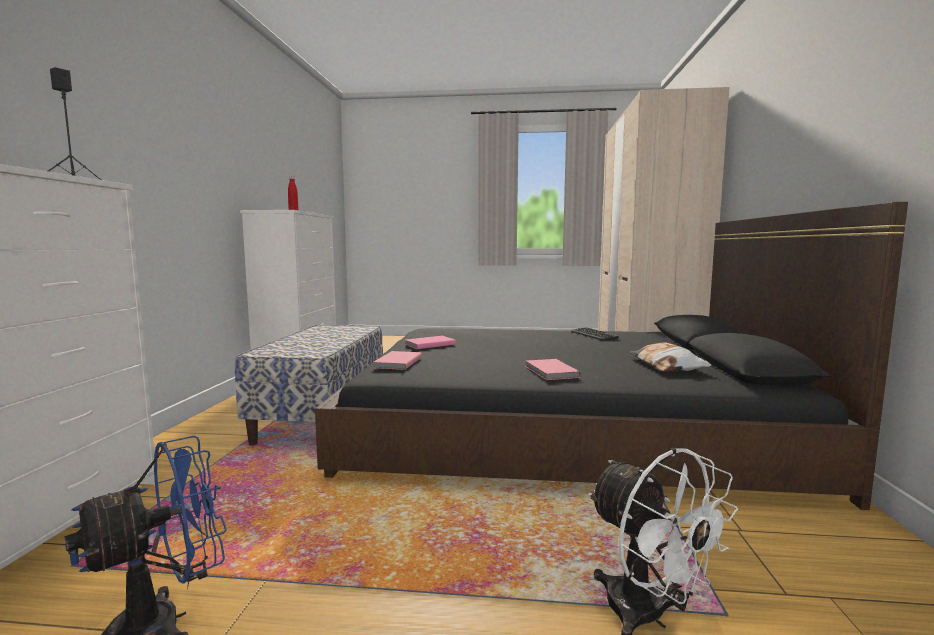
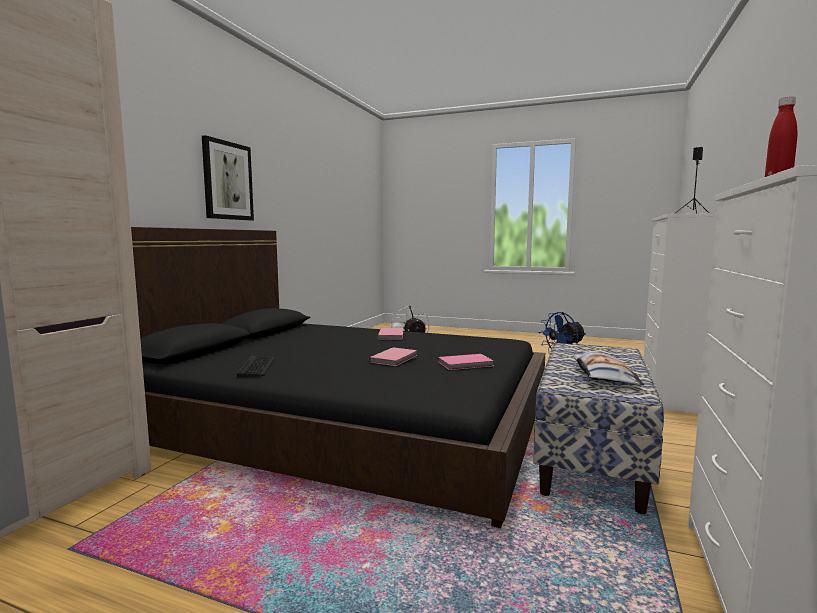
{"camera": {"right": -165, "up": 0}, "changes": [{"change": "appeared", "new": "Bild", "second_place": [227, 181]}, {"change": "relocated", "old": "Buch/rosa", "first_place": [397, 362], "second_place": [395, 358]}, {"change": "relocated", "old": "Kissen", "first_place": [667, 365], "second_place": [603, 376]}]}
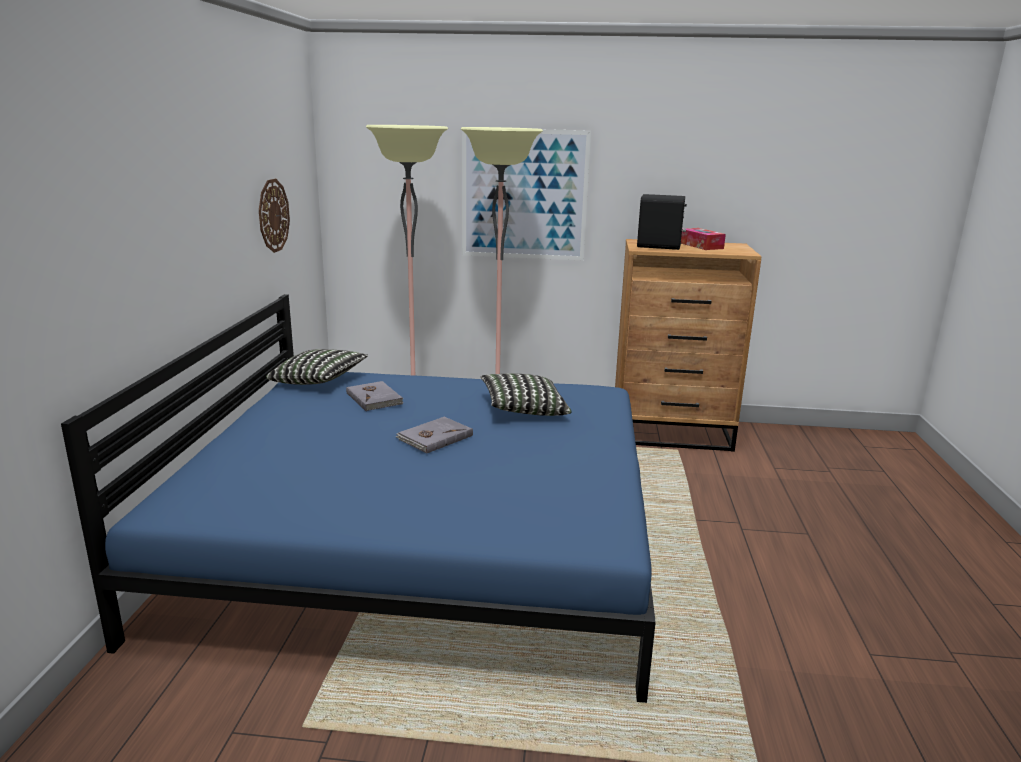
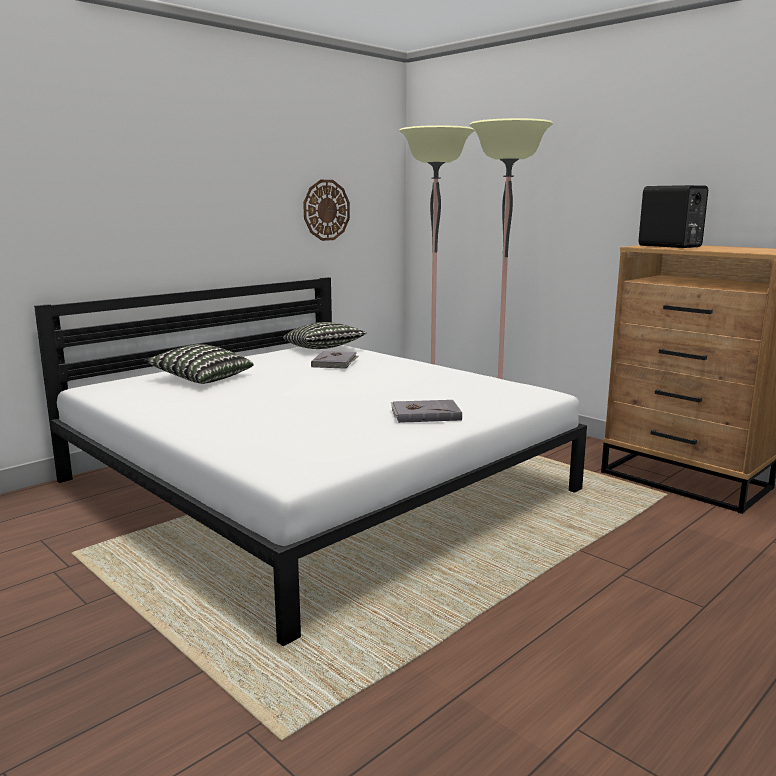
{"camera": {"right": 40, "up": -5}, "changes": [{"change": "missing", "old": "Bild", "first_place": [524, 195]}, {"change": "missing", "old": "Taschentuchbox", "first_place": [701, 246]}, {"change": "relocated", "old": "Buch/grau", "first_place": [434, 437], "second_place": [425, 414]}, {"change": "relocated", "old": "Kissen", "first_place": [523, 410], "second_place": [201, 378]}, {"change": "colour", "old": "Bett/blau", "new": "Bett/weiß", "first_place": [422, 537], "second_place": [315, 485]}]}
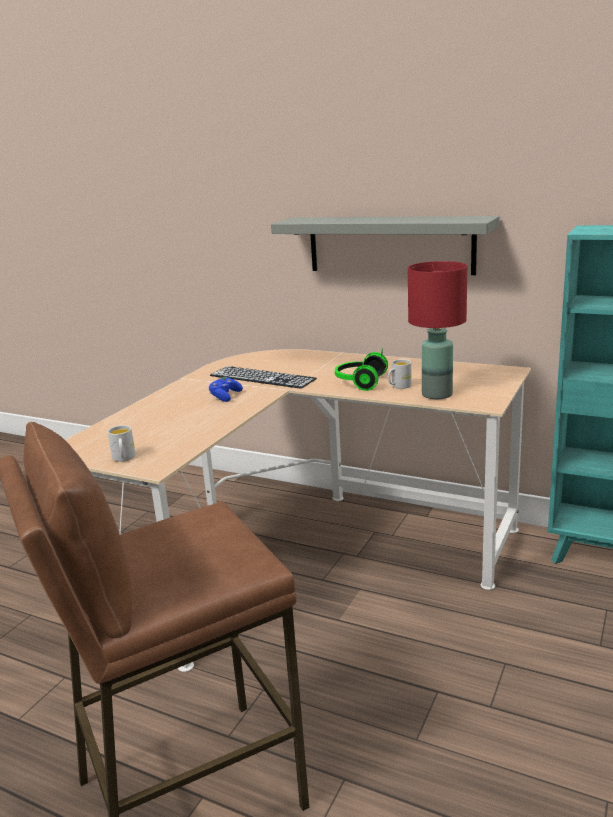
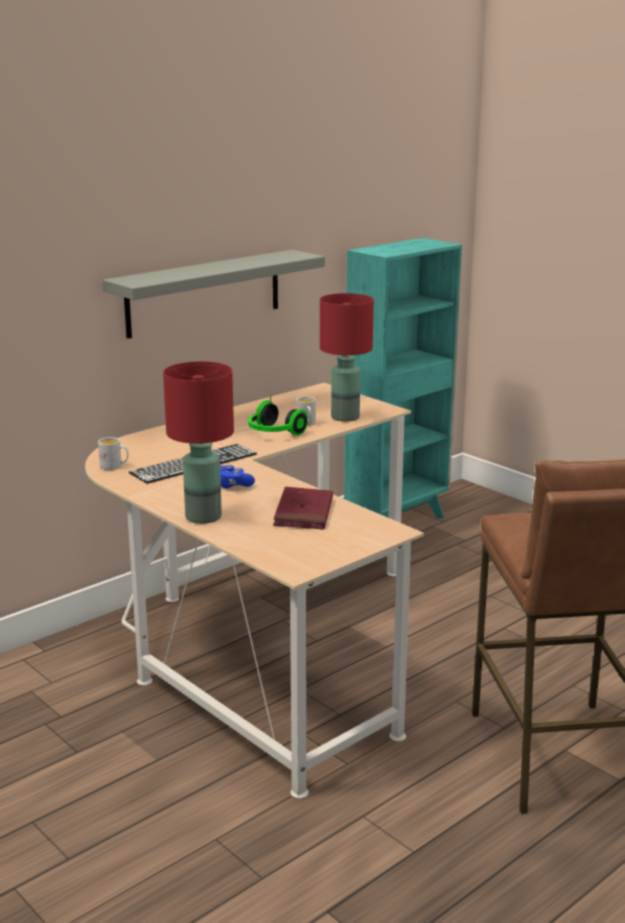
{"camera": {"right": -70, "up": 0}, "changes": [{"change": "appeared", "new": "Tischlampe/rot", "second_place": [204, 517]}, {"change": "appeared", "new": "Buch/rot", "second_place": [304, 512]}, {"change": "relocated", "old": "Henkelbecher/weiß", "first_place": [124, 458], "second_place": [114, 466]}]}
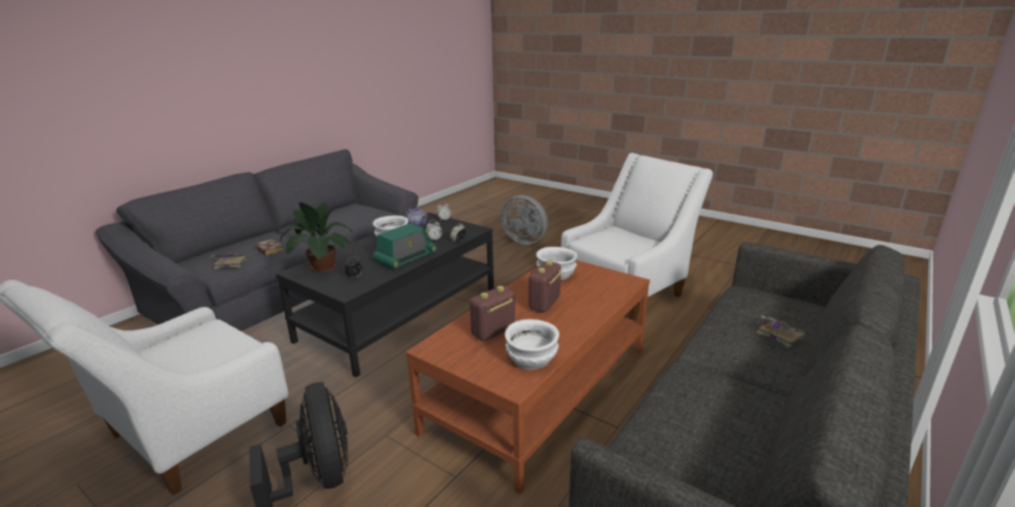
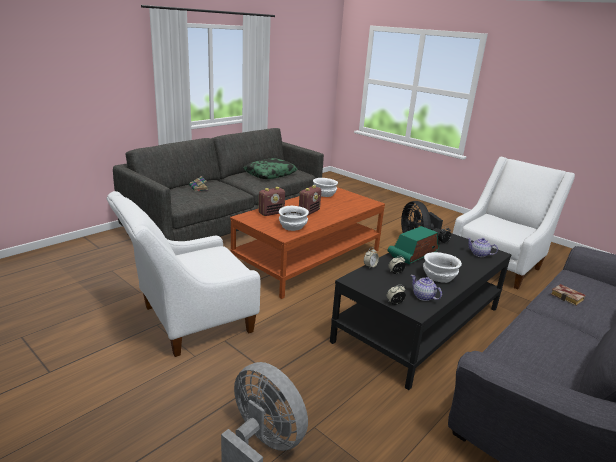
{"camera": {"right": -175, "up": 0}, "changes": [{"change": "missing", "old": "Buch", "first_place": [230, 264]}, {"change": "appeared", "new": "Kissen", "second_place": [270, 174]}, {"change": "relocated", "old": "Radio", "first_place": [493, 332], "second_place": [271, 213]}, {"change": "exchanged", "old": "Topfpflanze", "new": "Teekanne", "first_place": [321, 267], "second_place": [479, 254]}]}
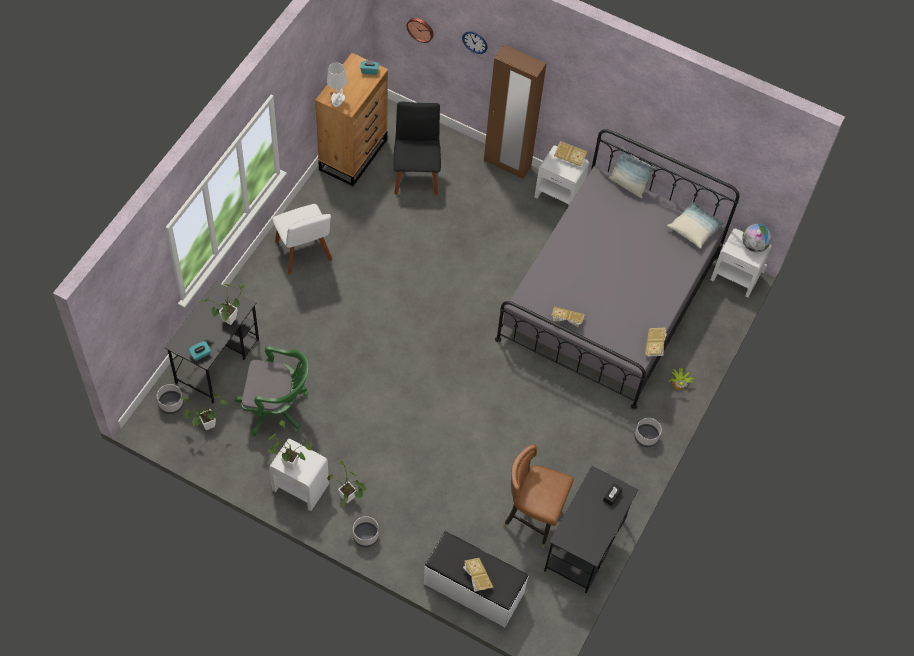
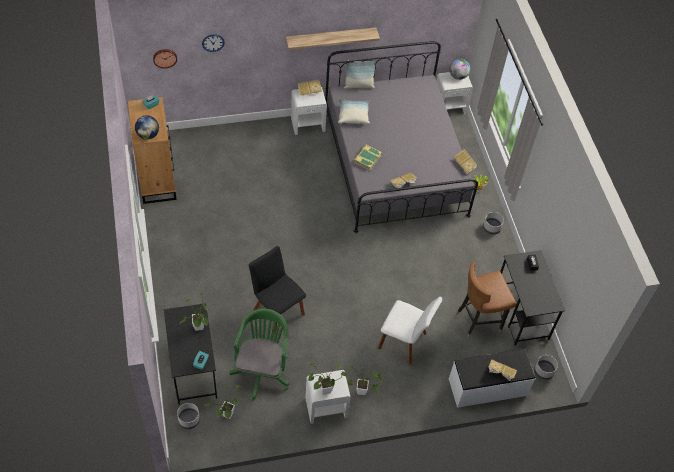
{"camera": {"right": -40, "up": -5}, "changes": [{"change": "missing", "old": "Kleiderschrank/braun", "first_place": [507, 164]}, {"change": "appeared", "new": "Wandregal", "second_place": [330, 38]}, {"change": "appeared", "new": "Buch", "second_place": [367, 159]}, {"change": "relocated", "old": "Stuhl/weiß", "first_place": [304, 253], "second_place": [404, 342]}, {"change": "relocated", "old": "Pflanzkübel/grau", "first_place": [365, 536], "second_place": [543, 371]}, {"change": "relocated", "old": "Stuhl/schwarz", "first_place": [416, 175], "second_place": [277, 310]}, {"change": "relocated", "old": "Kissen", "first_place": [694, 228], "second_place": [353, 115]}, {"change": "exchanged", "old": "Tischlampe/weiß", "new": "Globus", "first_place": [337, 100], "second_place": [148, 135]}, {"change": "spun", "old": "Bürostuhl/grün", "first_place": [276, 408], "second_place": [262, 370], "degrees": -45}]}
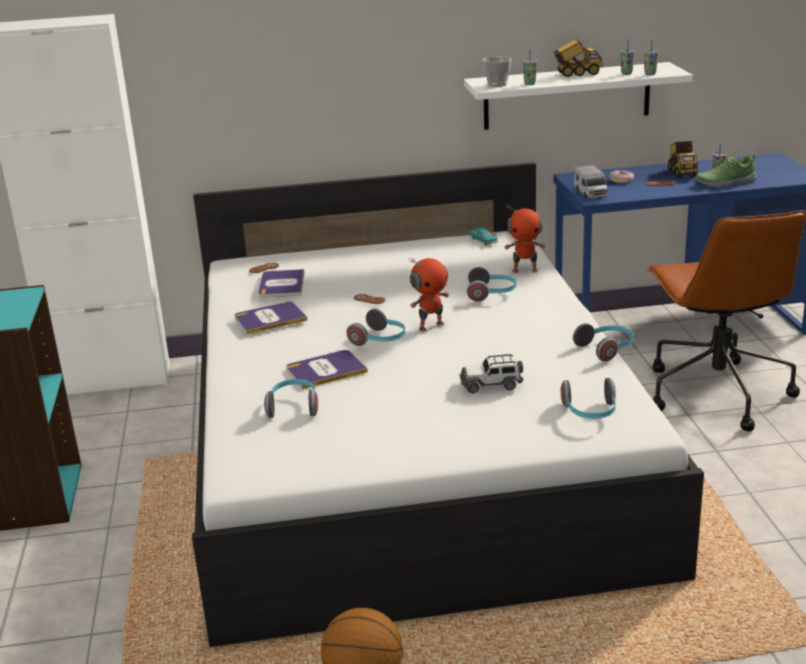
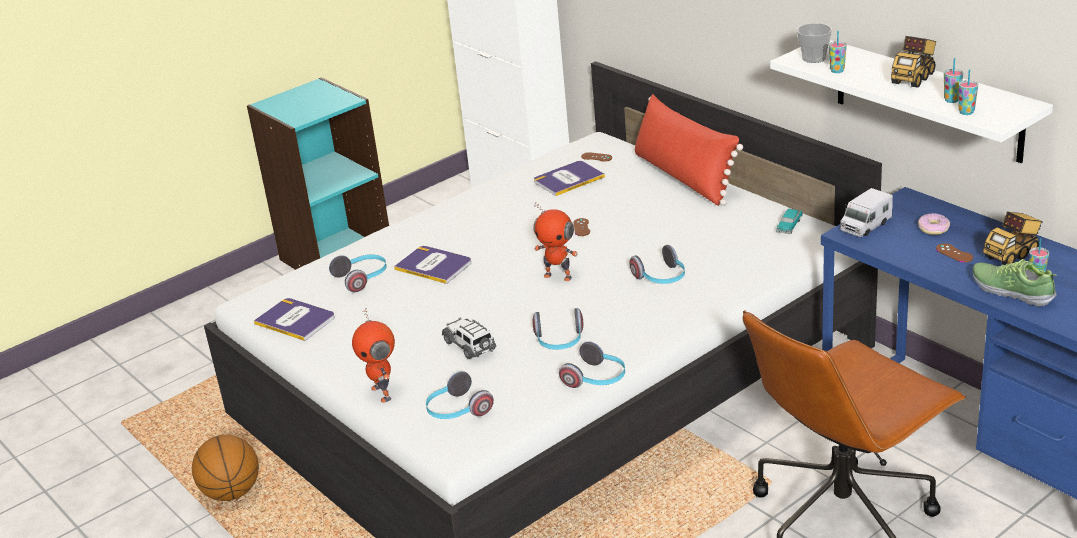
{"camera": {"right": 60, "up": 5}, "changes": [{"change": "appeared", "new": "Kissen/rot", "second_place": [684, 177]}, {"change": "relocated", "old": "Buch", "first_place": [270, 319], "second_place": [295, 320]}, {"change": "relocated", "old": "Kopfhörer", "first_place": [380, 340], "second_place": [559, 342]}, {"change": "relocated", "old": "Spielzeugroboter", "first_place": [525, 270], "second_place": [383, 393]}, {"change": "spun", "old": "Spielzeuglaster", "first_place": [577, 74], "second_place": [913, 78], "degrees": 75}]}
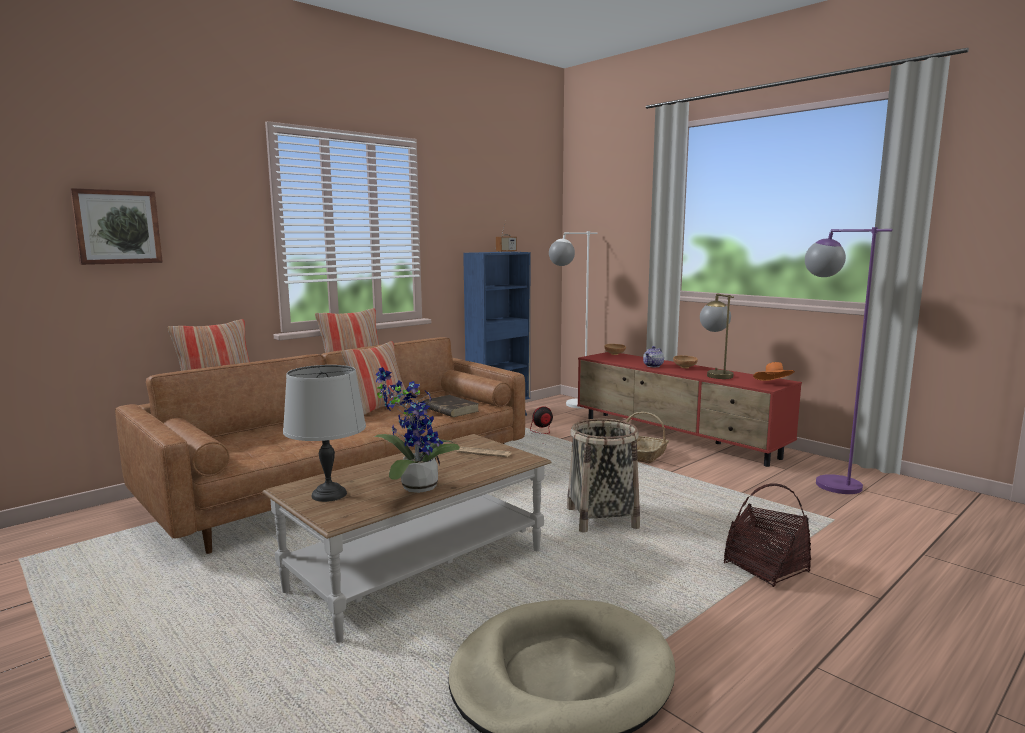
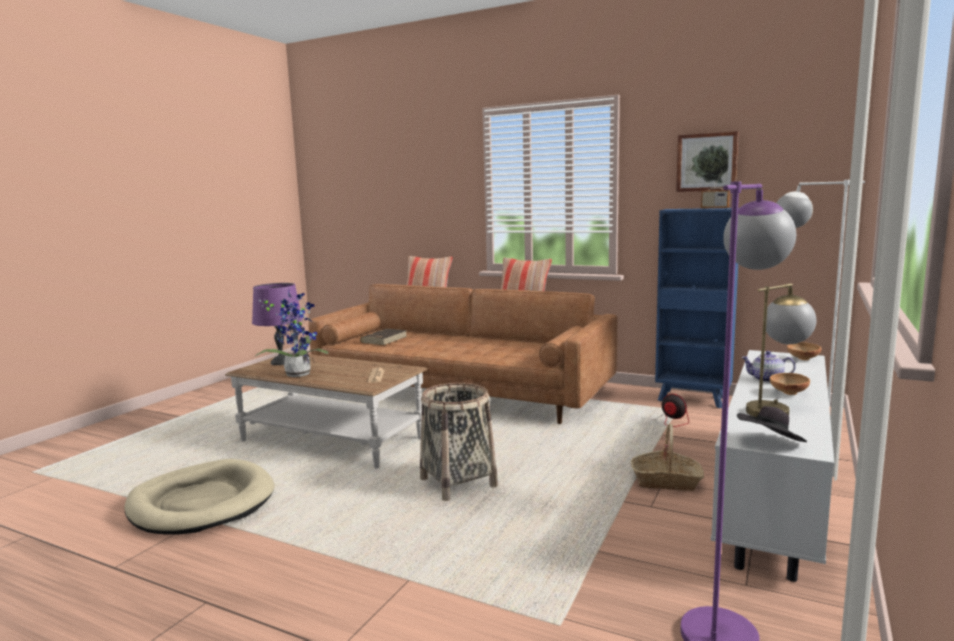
{"camera": {"right": 70, "up": 0}, "changes": [{"change": "missing", "old": "Kissen", "first_place": [379, 407]}, {"change": "missing", "old": "Korb", "first_place": [766, 568]}, {"change": "relocated", "old": "Bild", "first_place": [117, 227], "second_place": [707, 162]}, {"change": "relocated", "old": "Buch/braun", "first_place": [449, 409], "second_place": [384, 339]}, {"change": "colour", "old": "Tischlampe/grau", "new": "Tischlampe/lila", "first_place": [329, 495], "second_place": [281, 362]}, {"change": "colour", "old": "Fernsehschrank/rot", "new": "Fernsehschrank/weiß", "first_place": [676, 437], "second_place": [772, 493]}, {"change": "colour", "old": "Hut/orange", "new": "Hut/schwarz", "first_place": [773, 384], "second_place": [770, 444]}]}
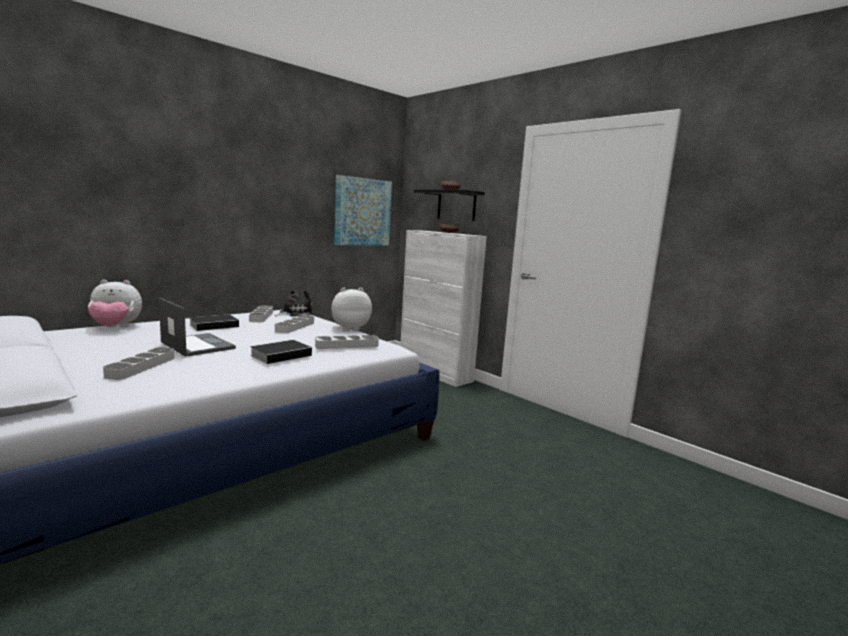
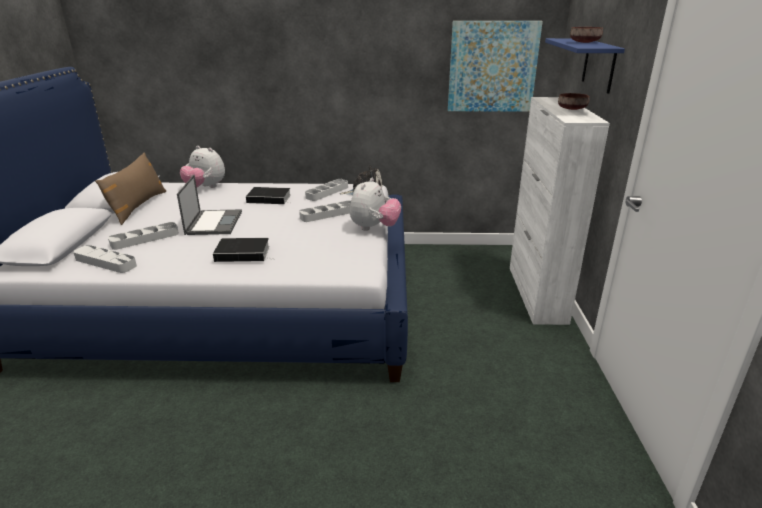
{"camera": {"right": 45, "up": 15}, "changes": [{"change": "appeared", "new": "Kissen/braun", "second_place": [138, 206]}, {"change": "relocated", "old": "Tablett/grau", "first_place": [347, 345], "second_place": [105, 262]}, {"change": "colour", "old": "Wandregal/schwarz", "new": "Wandregal/blau", "first_place": [456, 205], "second_place": [599, 65]}, {"change": "spun", "old": "Plüschtier", "first_place": [349, 328], "second_place": [374, 228], "degrees": 90}]}
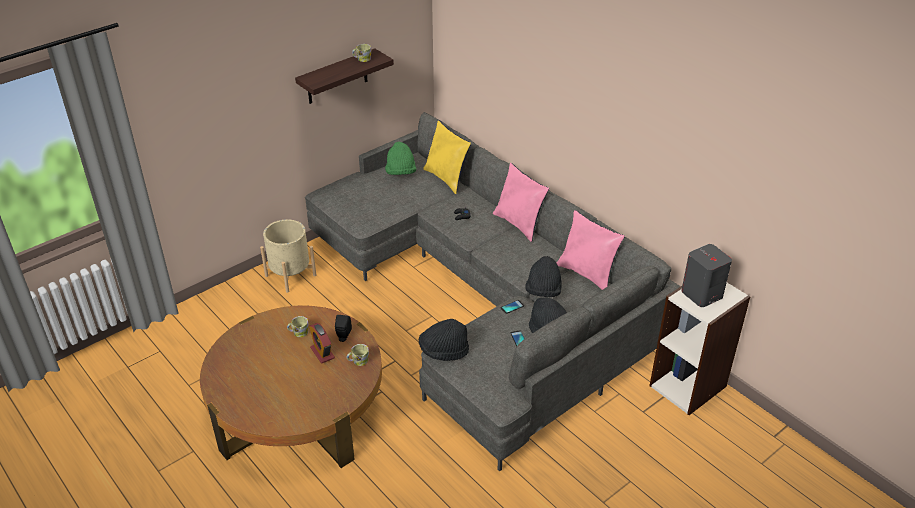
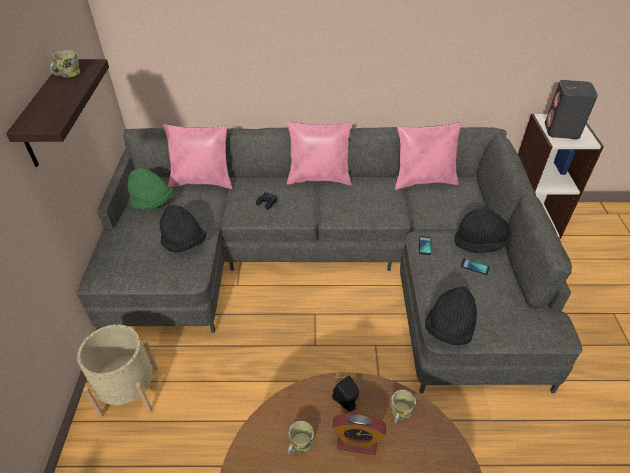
{"camera": {"right": -50, "up": 5}, "changes": [{"change": "relocated", "old": "Hut/schwarz", "first_place": [543, 291], "second_place": [183, 243]}, {"change": "colour", "old": "Kissen/gelb", "new": "Kissen/rosa", "first_place": [447, 178], "second_place": [203, 181]}]}
